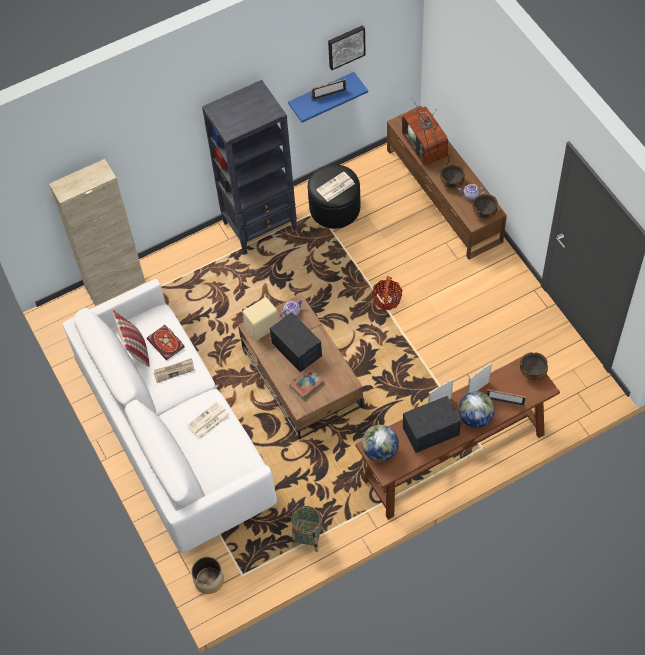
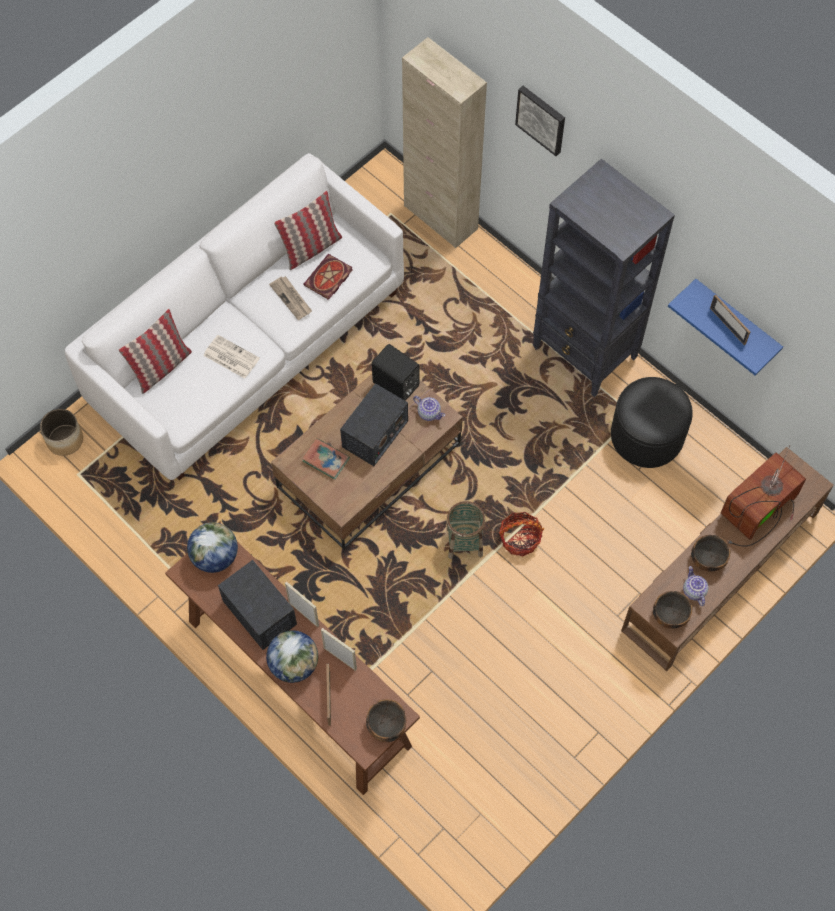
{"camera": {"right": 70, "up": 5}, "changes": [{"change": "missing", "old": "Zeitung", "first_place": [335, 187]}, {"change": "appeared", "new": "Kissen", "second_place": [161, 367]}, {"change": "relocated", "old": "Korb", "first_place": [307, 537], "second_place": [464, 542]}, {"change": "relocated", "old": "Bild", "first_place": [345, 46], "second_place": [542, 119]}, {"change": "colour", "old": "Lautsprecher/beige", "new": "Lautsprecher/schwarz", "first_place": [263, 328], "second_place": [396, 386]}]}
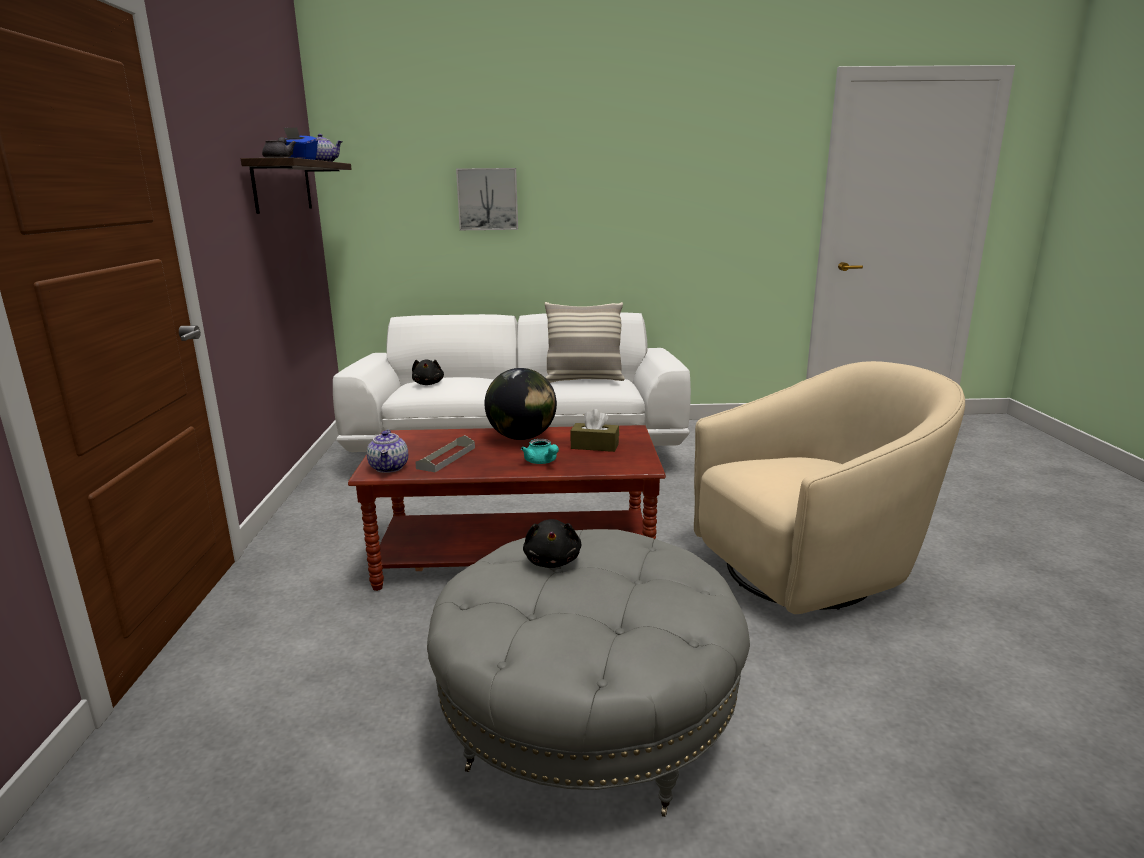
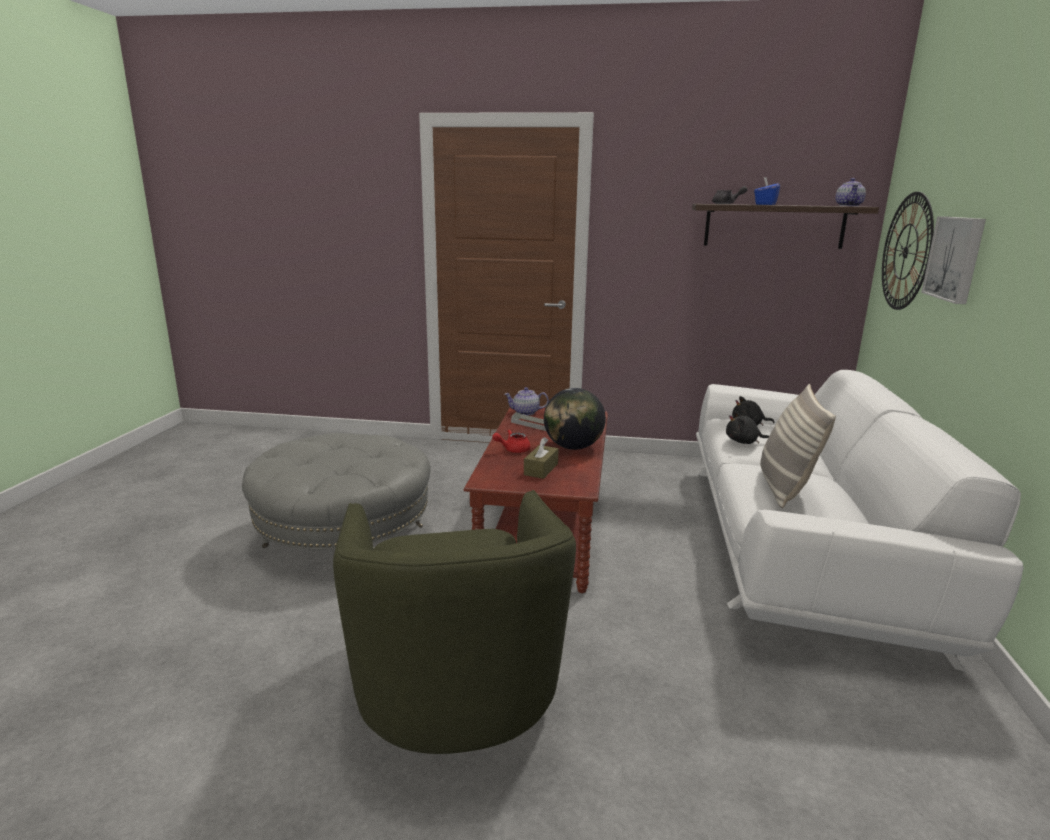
{"camera": {"right": 100, "up": 0}, "changes": [{"change": "appeared", "new": "Wanduhr", "second_place": [906, 252]}, {"change": "relocated", "old": "Plüschtier/schwarz", "first_place": [552, 561], "second_place": [744, 442]}, {"change": "colour", "old": "Teekanne/türkis", "new": "Teekanne/rot", "first_place": [542, 462], "second_place": [513, 450]}, {"change": "colour", "old": "Sessel/beige", "new": "Sessel/grün", "first_place": [813, 568], "second_place": [456, 690]}]}
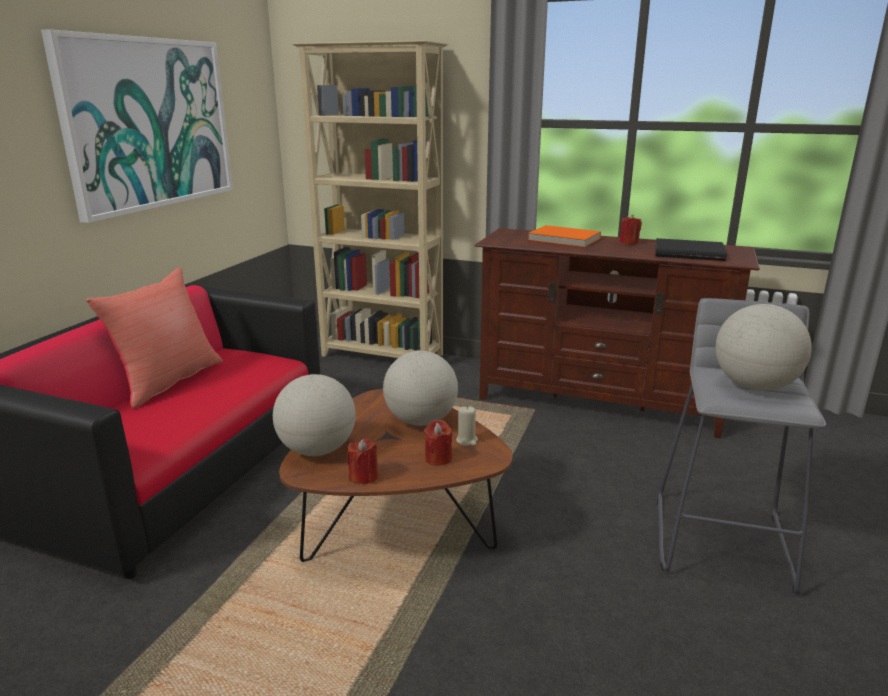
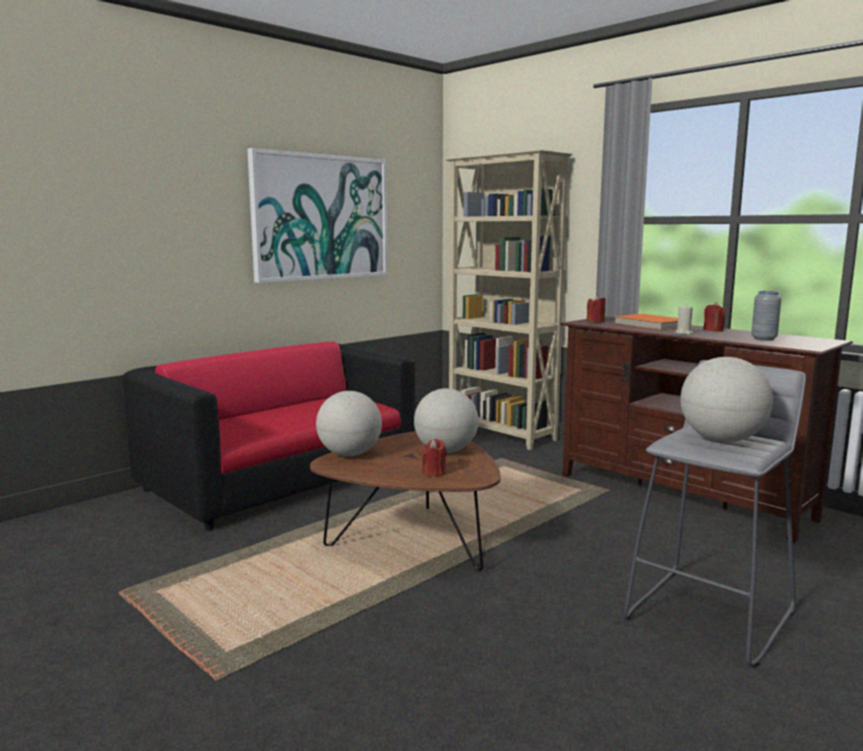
{"camera": {"right": 25, "up": -10}, "changes": [{"change": "missing", "old": "Kissen/rot", "first_place": [168, 381]}, {"change": "relocated", "old": "Kerze/rot", "first_place": [364, 477], "second_place": [595, 321]}, {"change": "relocated", "old": "Kerze/beige", "first_place": [467, 440], "second_place": [684, 333]}, {"change": "exchanged", "old": "Buch/schwarz", "new": "Vase/grau", "first_place": [688, 252], "second_place": [763, 339]}]}
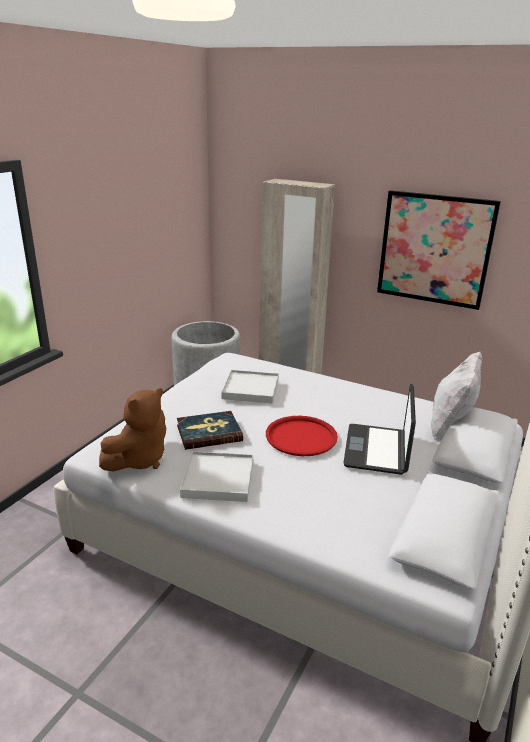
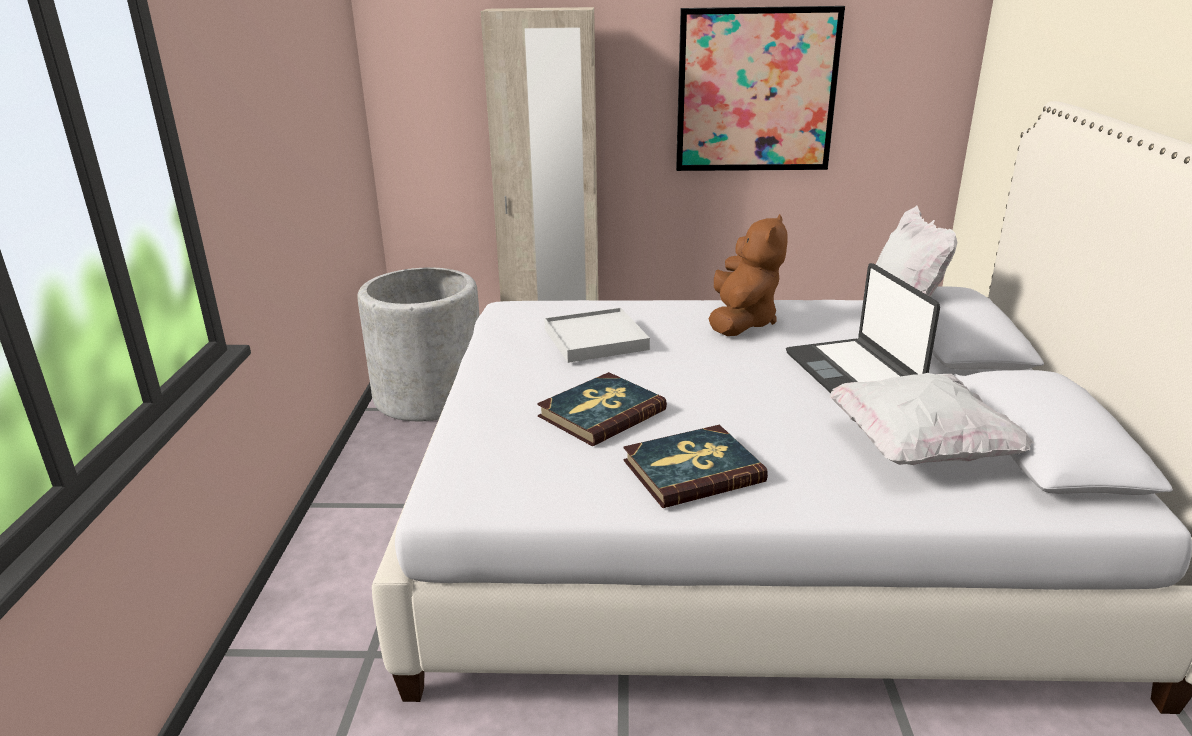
{"camera": {"right": -25, "up": 0}, "changes": [{"change": "missing", "old": "Tablett/rot", "first_place": [301, 437]}, {"change": "appeared", "new": "Kissen/weiß", "second_place": [919, 449]}, {"change": "relocated", "old": "Plüschtier/braun", "first_place": [139, 459], "second_place": [741, 322]}, {"change": "exchanged", "old": "Tablett/weiß", "new": "Buch", "first_place": [218, 479], "second_place": [692, 471]}]}
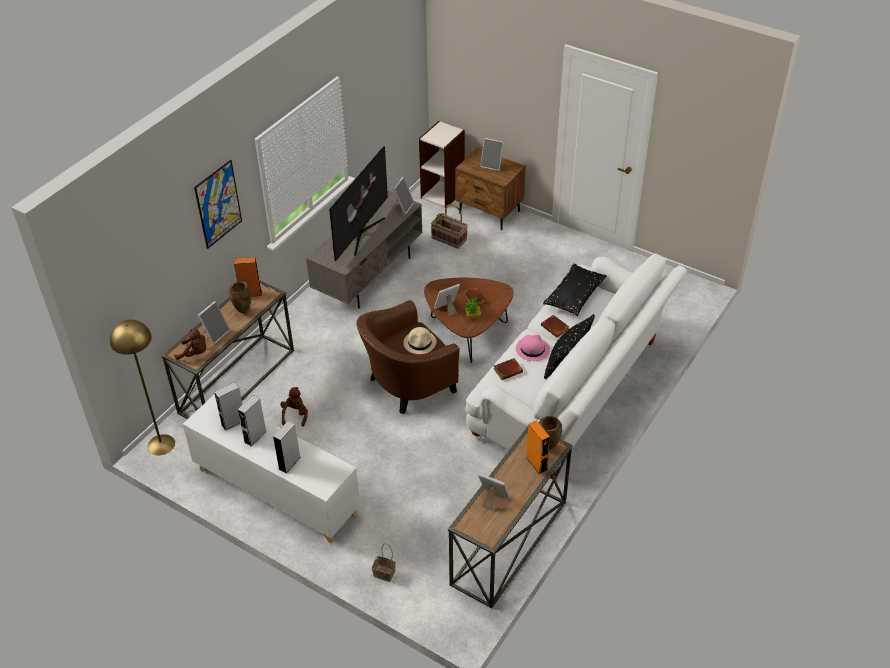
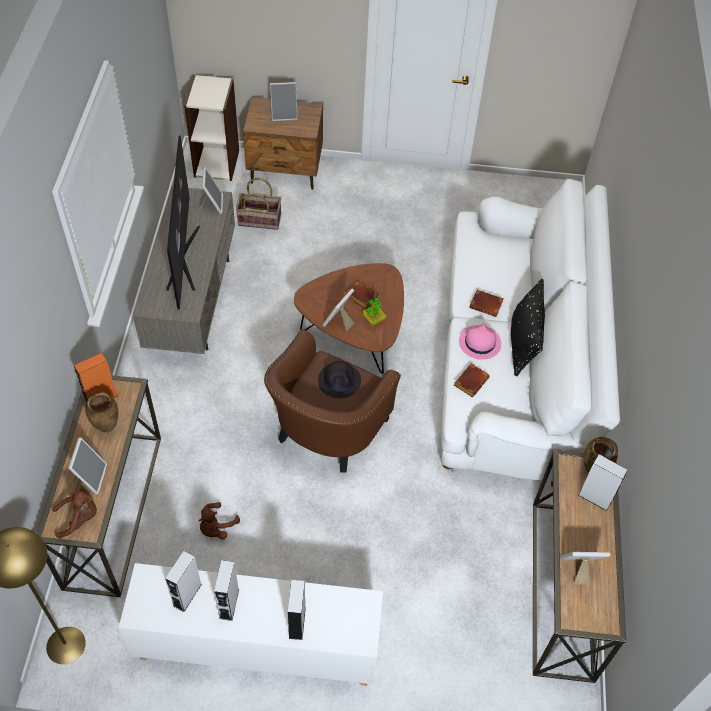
{"camera": {"right": -30, "up": 10}, "changes": [{"change": "missing", "old": "Bild", "first_place": [218, 204]}, {"change": "missing", "old": "Korb", "first_place": [385, 573]}, {"change": "missing", "old": "Kissen/schwarz", "first_place": [574, 297]}, {"change": "colour", "old": "Hut/beige", "new": "Hut/schwarz", "first_place": [420, 343], "second_place": [339, 380]}, {"change": "colour", "old": "Lautsprecher/orange", "new": "Lautsprecher/grau", "first_place": [536, 463], "second_place": [594, 498]}, {"change": "spun", "old": "Plüschtier/braun", "first_place": [295, 415], "second_place": [216, 527], "degrees": -120}]}
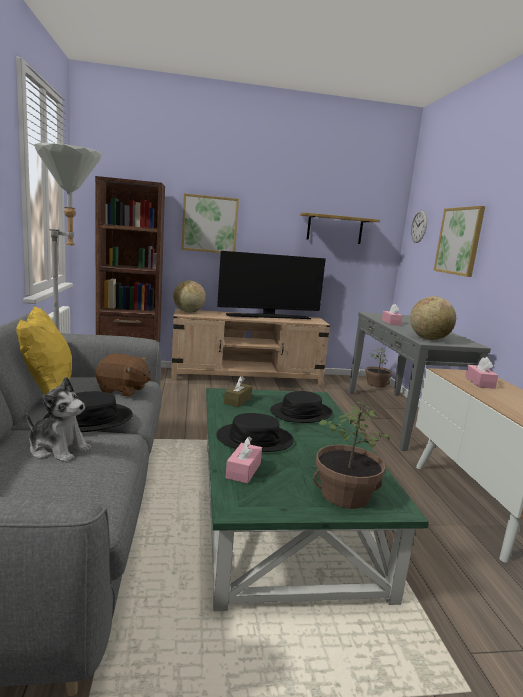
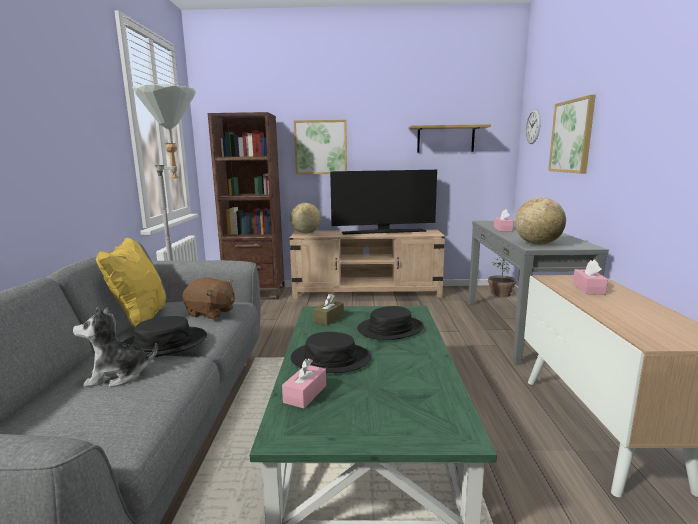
{"camera": {"right": 10, "up": 0}, "changes": [{"change": "missing", "old": "Topfpflanze", "first_place": [345, 494]}, {"change": "spun", "old": "Plüschtier", "first_place": [58, 449], "second_place": [118, 376], "degrees": 135}]}
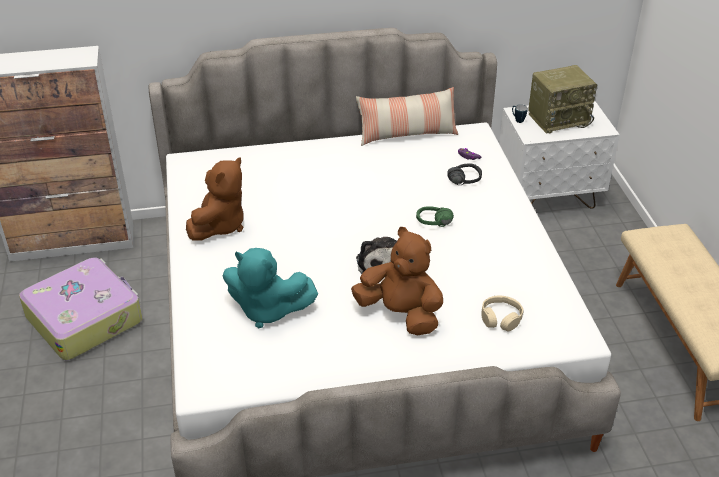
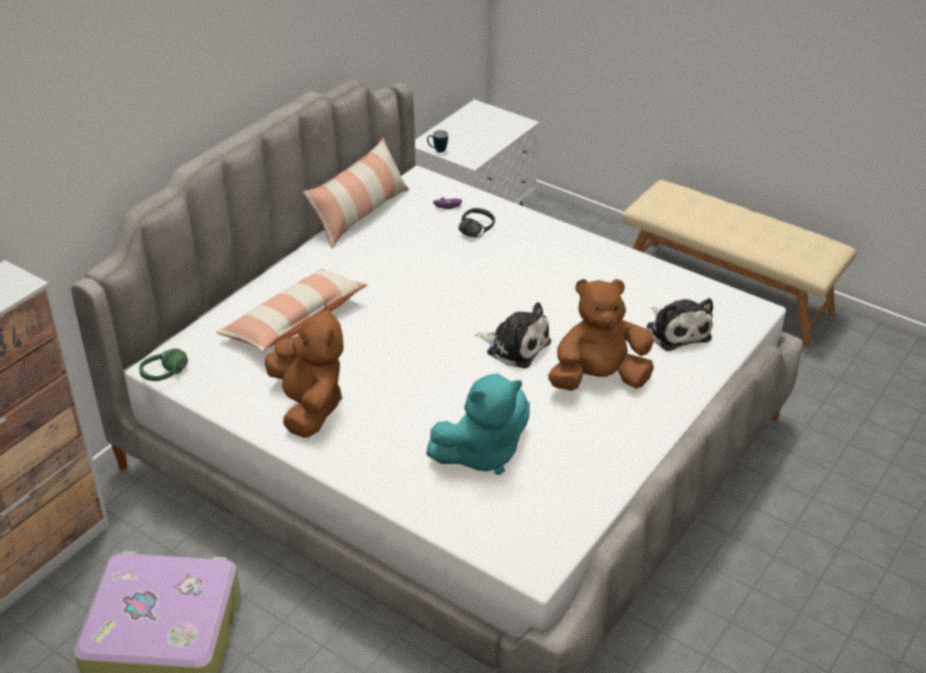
{"camera": {"right": -45, "up": 0}, "changes": [{"change": "missing", "old": "Radio", "first_place": [559, 119]}, {"change": "appeared", "new": "Kissen", "second_place": [294, 322]}, {"change": "relocated", "old": "Kopfhörer/grün", "first_place": [434, 225], "second_place": [169, 377]}, {"change": "exchanged", "old": "Kopfhörer/beige", "new": "Plüschtier", "first_place": [501, 318], "second_place": [677, 331]}]}
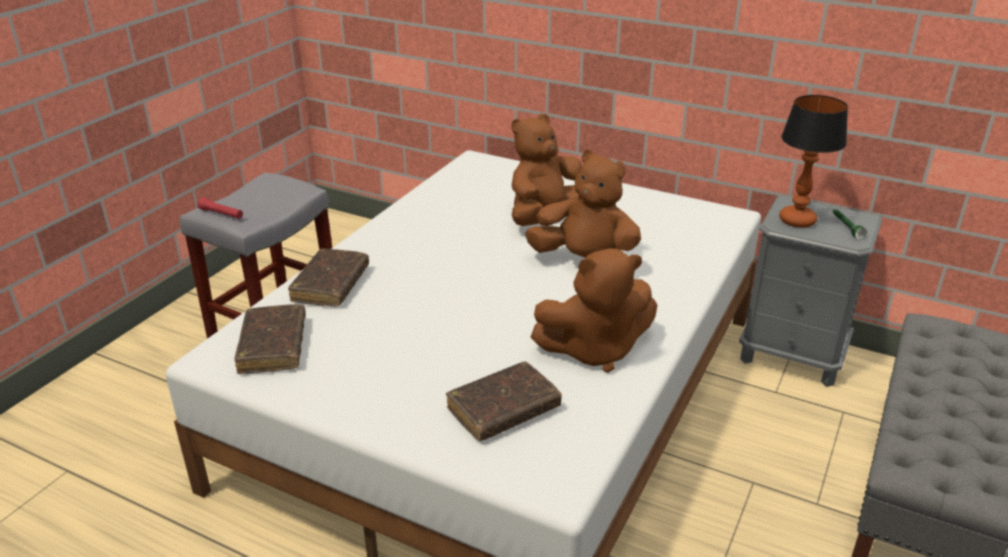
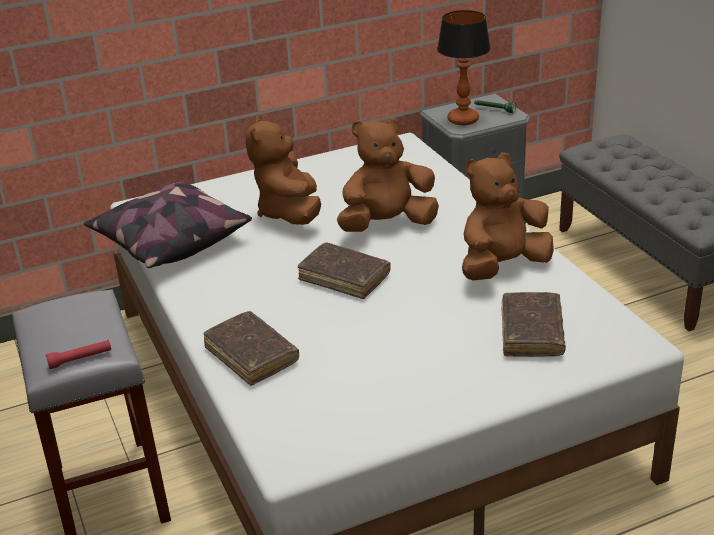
{"camera": {"right": -50, "up": 0}, "changes": [{"change": "appeared", "new": "Kissen", "second_place": [169, 242]}, {"change": "relocated", "old": "Buch/braun", "first_place": [273, 347], "second_place": [344, 278]}, {"change": "spun", "old": "Plüschtier/braun", "first_place": [594, 350], "second_place": [502, 267], "degrees": -150}]}
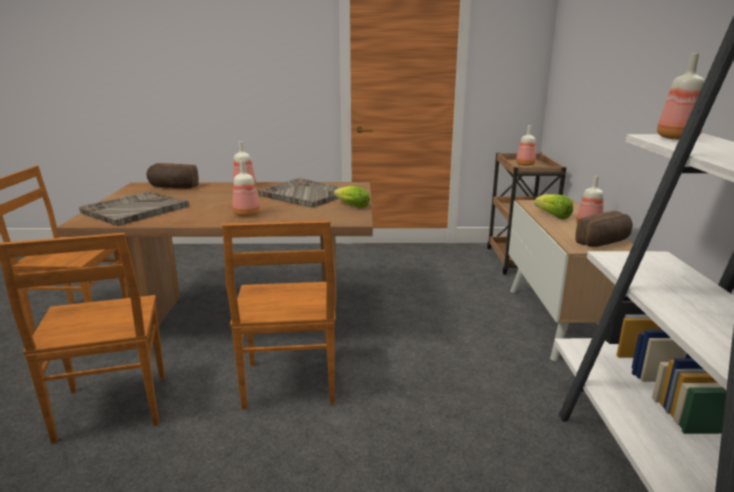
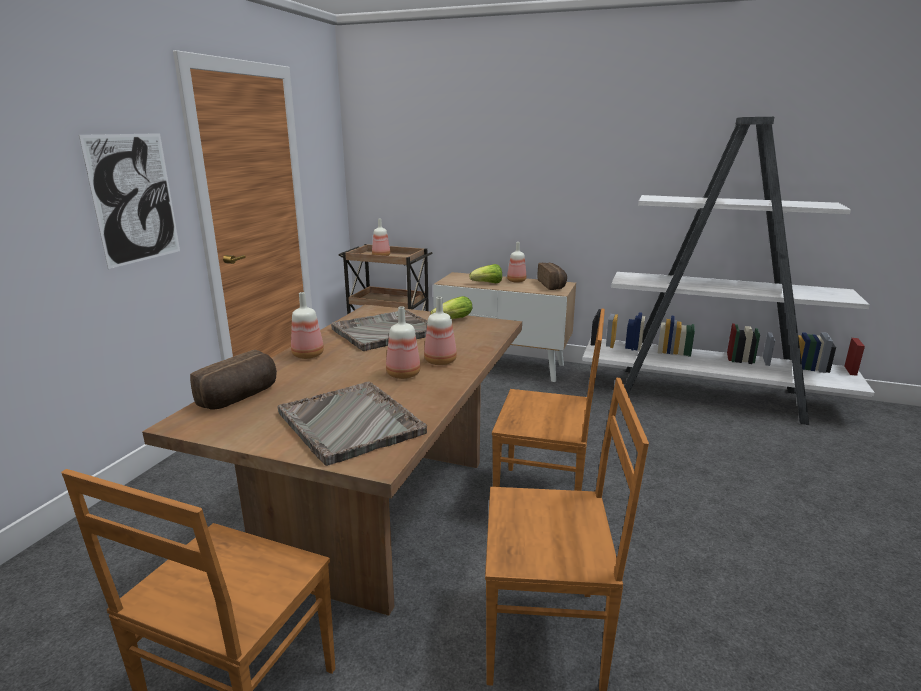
{"camera": {"right": -70, "up": 0}, "changes": [{"change": "appeared", "new": "Bild", "second_place": [134, 199]}, {"change": "relocated", "old": "Flasche", "first_place": [675, 138], "second_place": [402, 375]}]}
